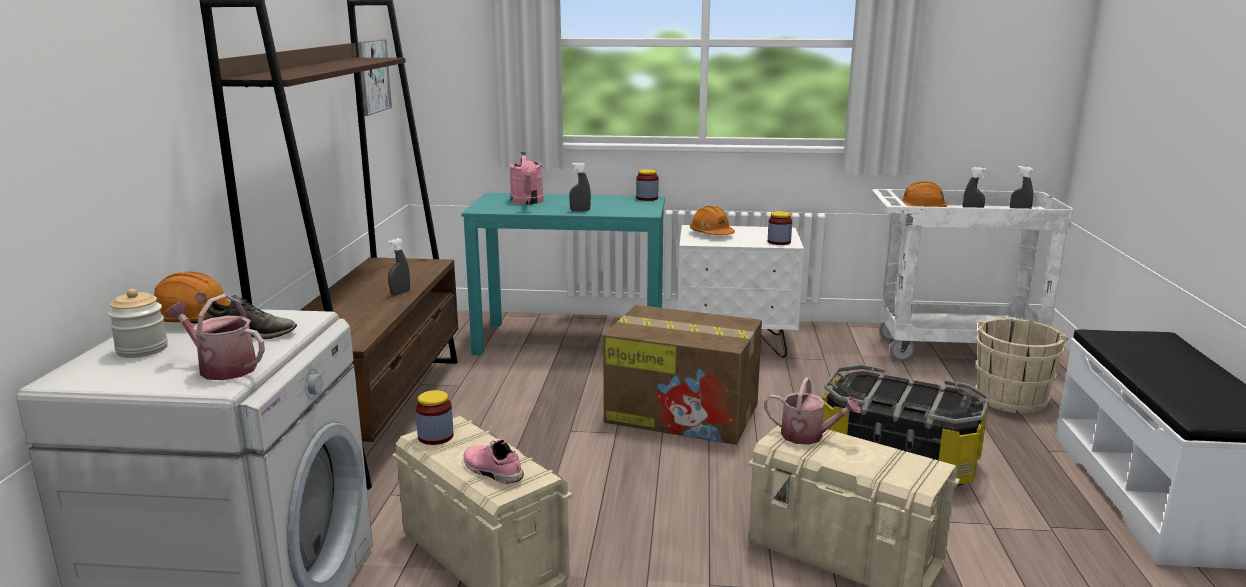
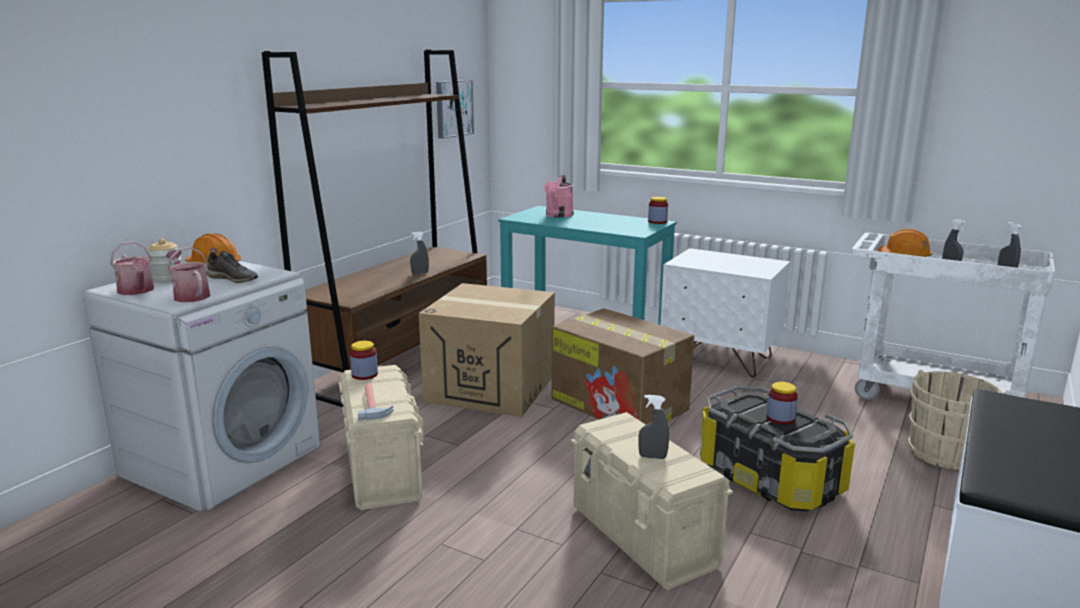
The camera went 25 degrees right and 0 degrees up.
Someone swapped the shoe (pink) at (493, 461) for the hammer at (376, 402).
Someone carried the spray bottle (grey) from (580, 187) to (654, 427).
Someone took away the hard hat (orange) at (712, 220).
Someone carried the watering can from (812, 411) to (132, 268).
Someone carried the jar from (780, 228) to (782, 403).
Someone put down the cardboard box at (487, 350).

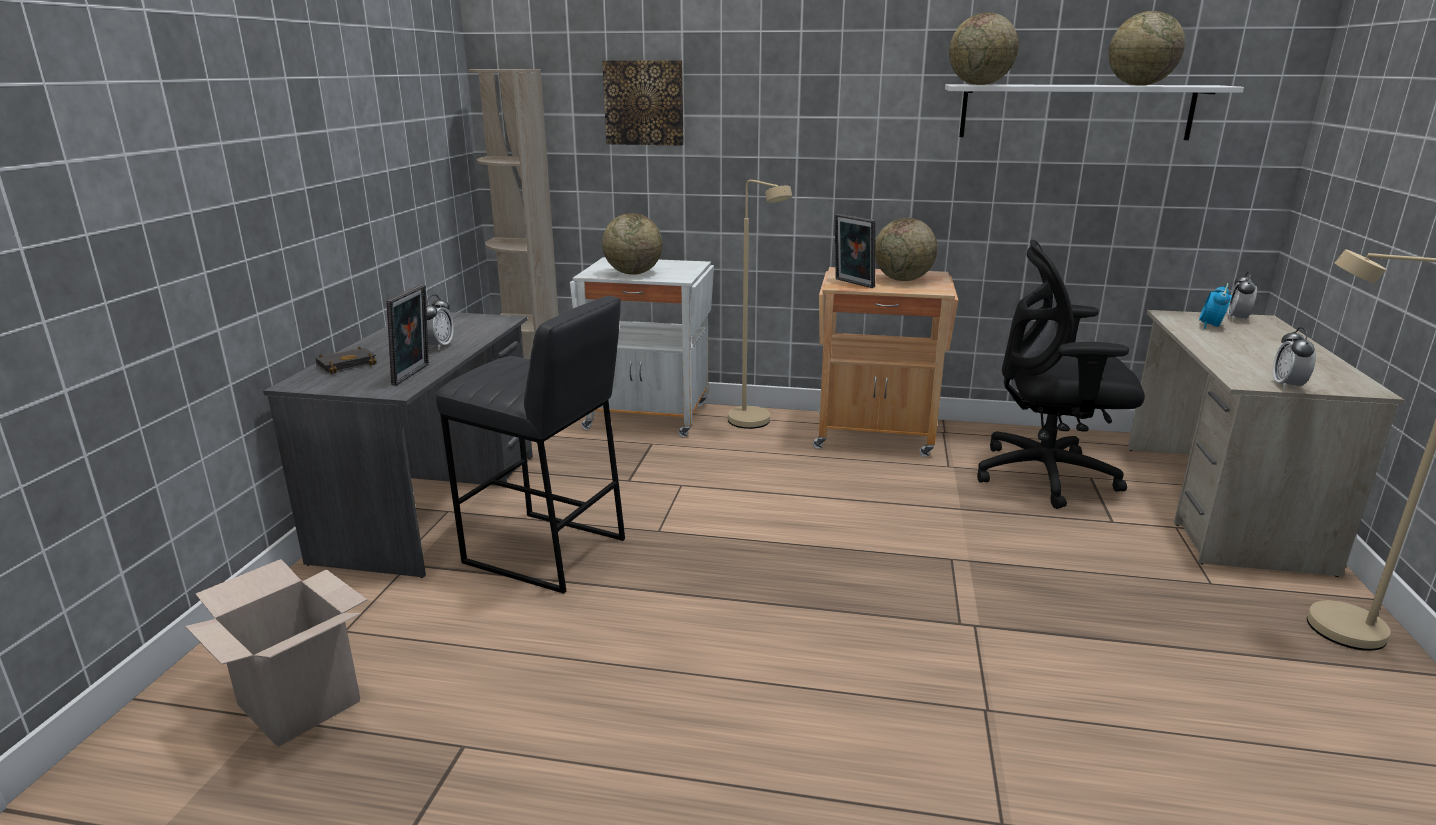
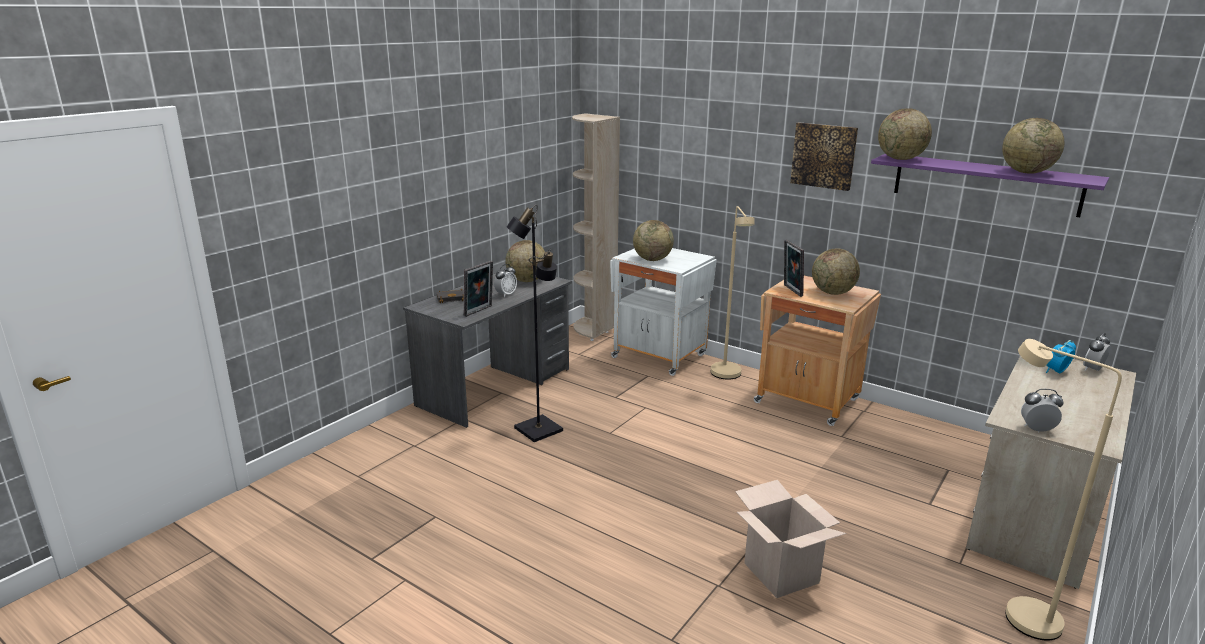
The camera went 25 degrees right and 0 degrees up.
Someone carried the cardboard box from (276, 653) to (790, 539).
Someone swapped the stool (grey) at (530, 445) for the floor lamp (black) at (535, 323).
Someone carried the picture from (642, 103) to (824, 156).
Someone repainted the shelf (white) at (1094, 112), which became the shelf (purple) at (990, 185).
Someone took away the office chair (black) at (1061, 374).
Someone rotated the alarm clock at (1294, 358) by 60 degrees clockwise.
Someone put down the globe at (525, 261).

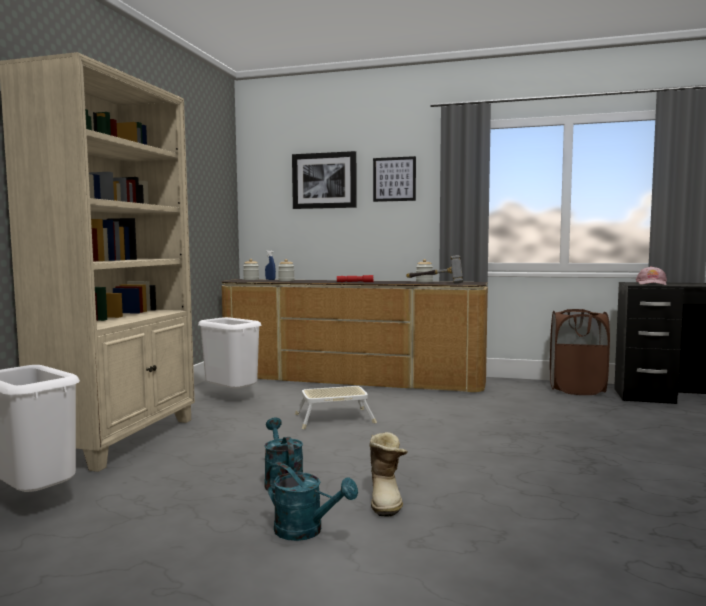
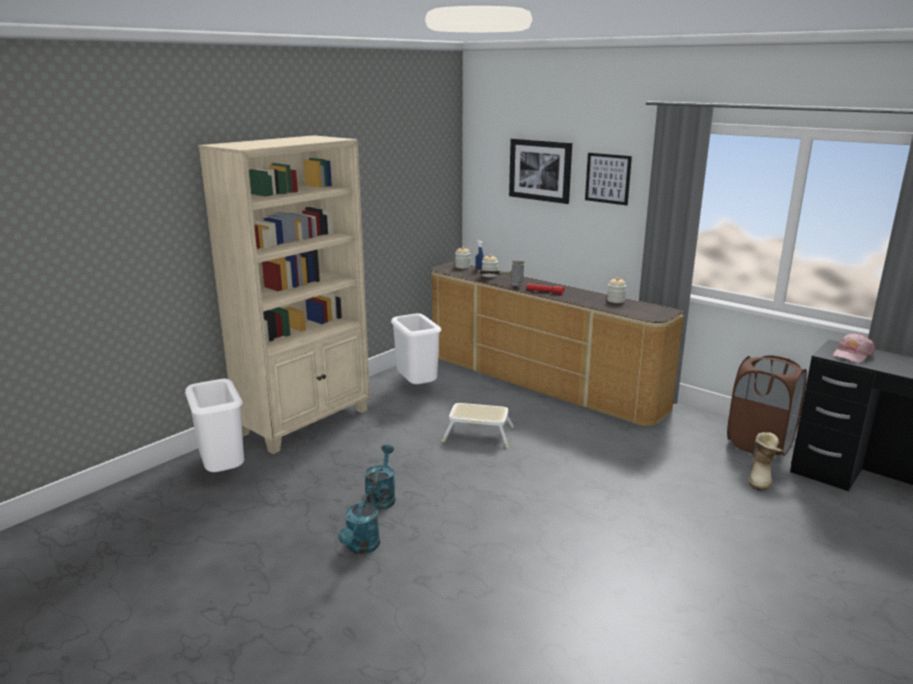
The camera went 25 degrees right and 15 degrees up.
Someone rotated the watering can (turquoise) at (312, 502) by 45 degrees clockwise.
Someone carried the boot from (389, 474) to (766, 461).
Someone carried the hammer from (434, 269) to (501, 273).

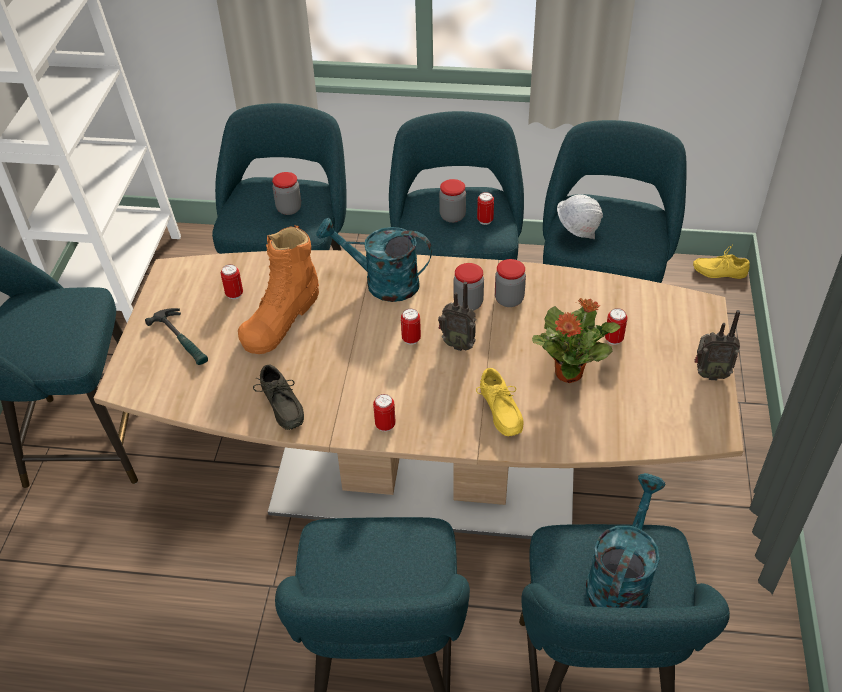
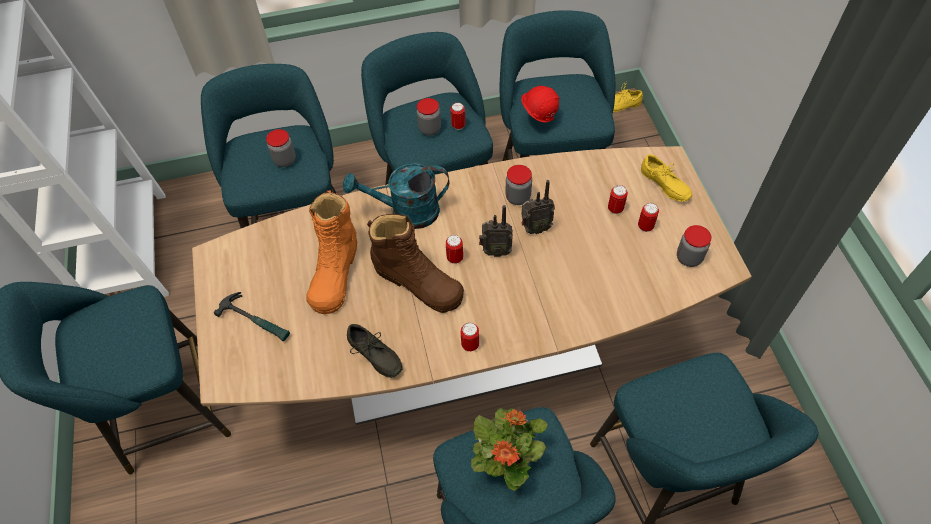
The camera went 20 degrees left and 10 degrees up.
Someone carried the can from (232, 281) to (648, 217).
Someone carried the jar from (469, 287) to (694, 246).
Someone carried the shoe (yellow) from (500, 402) to (666, 178).
Someone carried the potted plant from (576, 340) to (509, 449).
Someone repainted the hard hat (white) at (580, 216), which became the hard hat (red) at (540, 104).
Someone took away the watering can (turquoise) at (626, 540).
Someone carried the radio from (717, 345) to (538, 207).
Someone put down the boot (brown) at (415, 263).

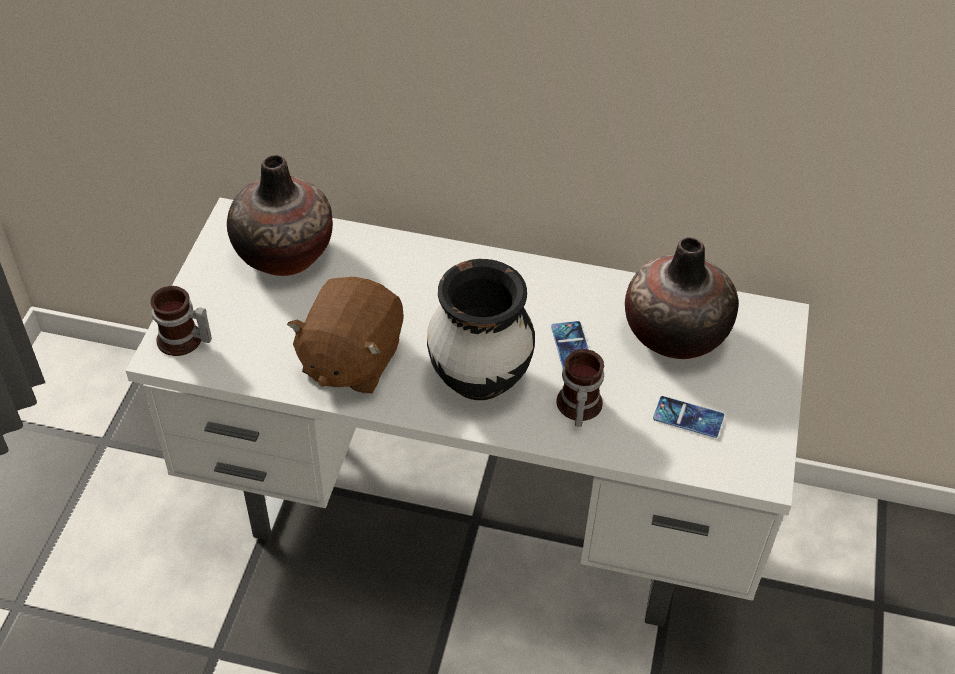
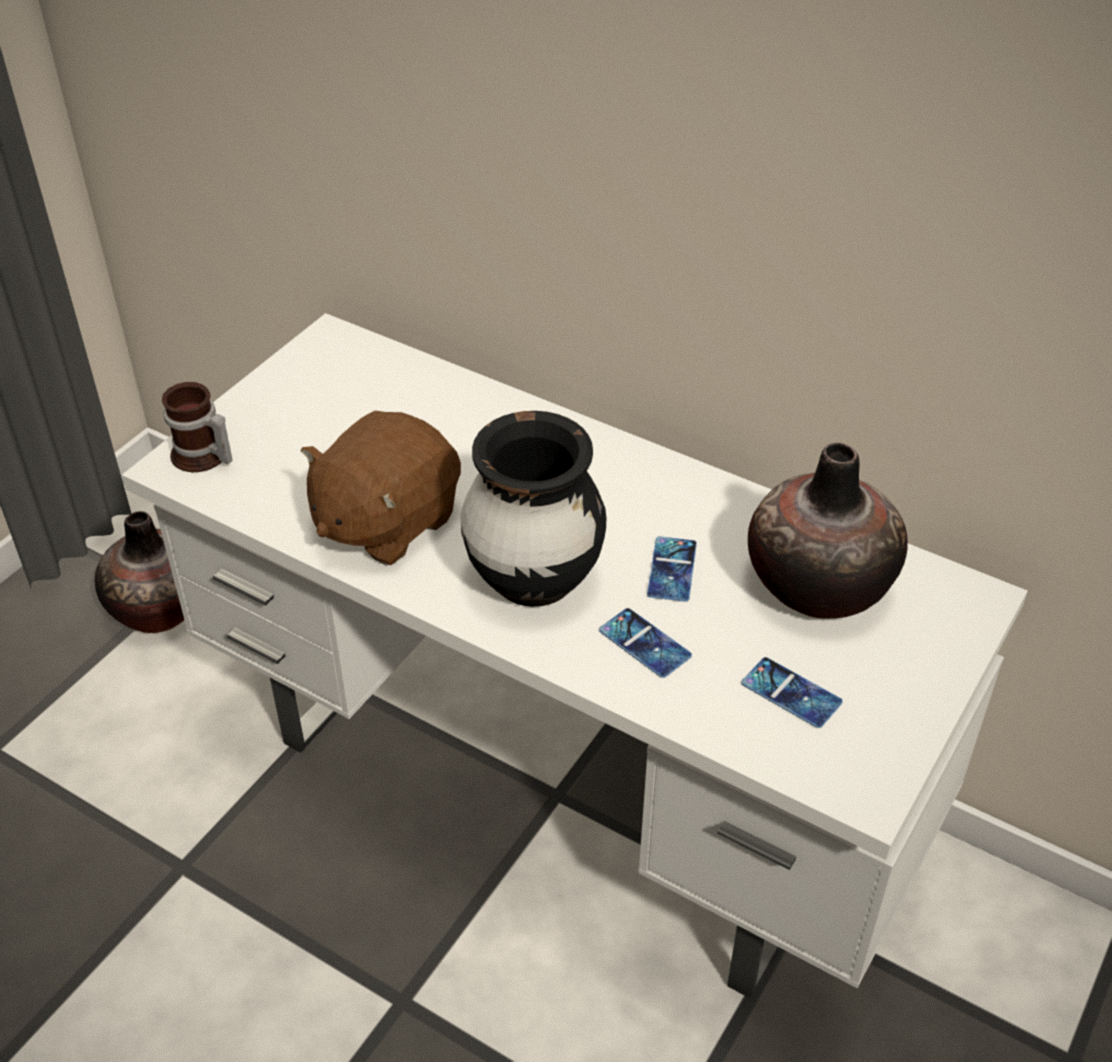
The camera went 20 degrees right and 5 degrees down.
Someone carried the vase from (280, 215) to (139, 572).
Someone swapped the mug at (580, 388) for the phone at (645, 643).

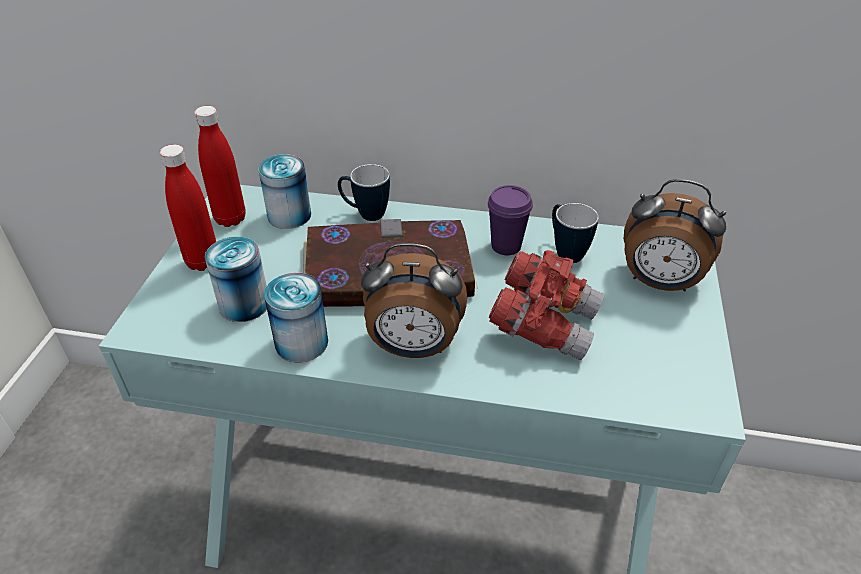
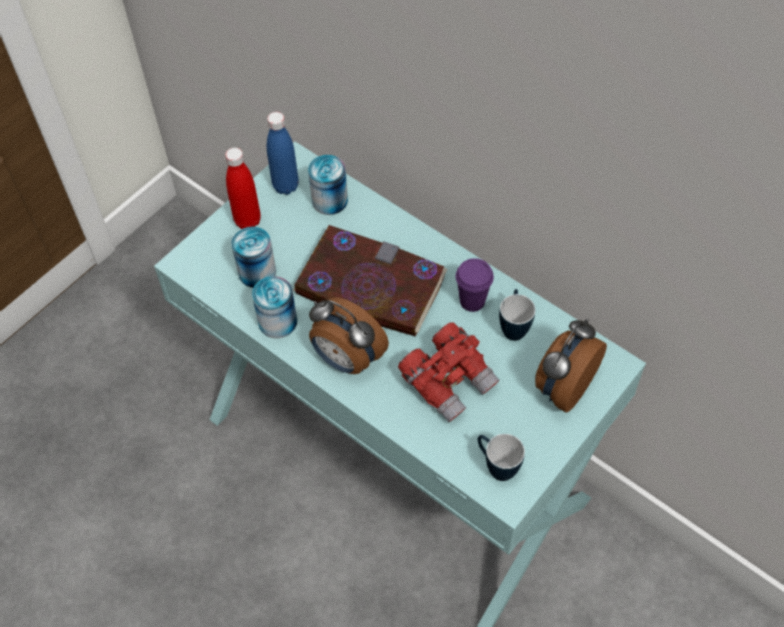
The camera went 30 degrees right and 15 degrees up.
Someone repainted the bottle (red) at (220, 166), which became the bottle (blue) at (283, 153).
Someone carried the mug from (364, 192) to (501, 457).
Someone rotated the alarm clock at (675, 235) by 75 degrees clockwise.

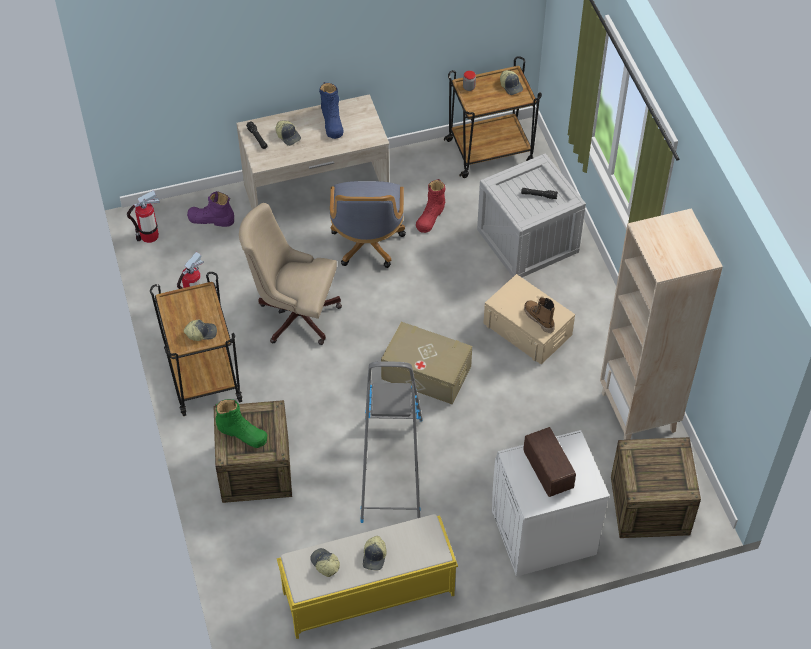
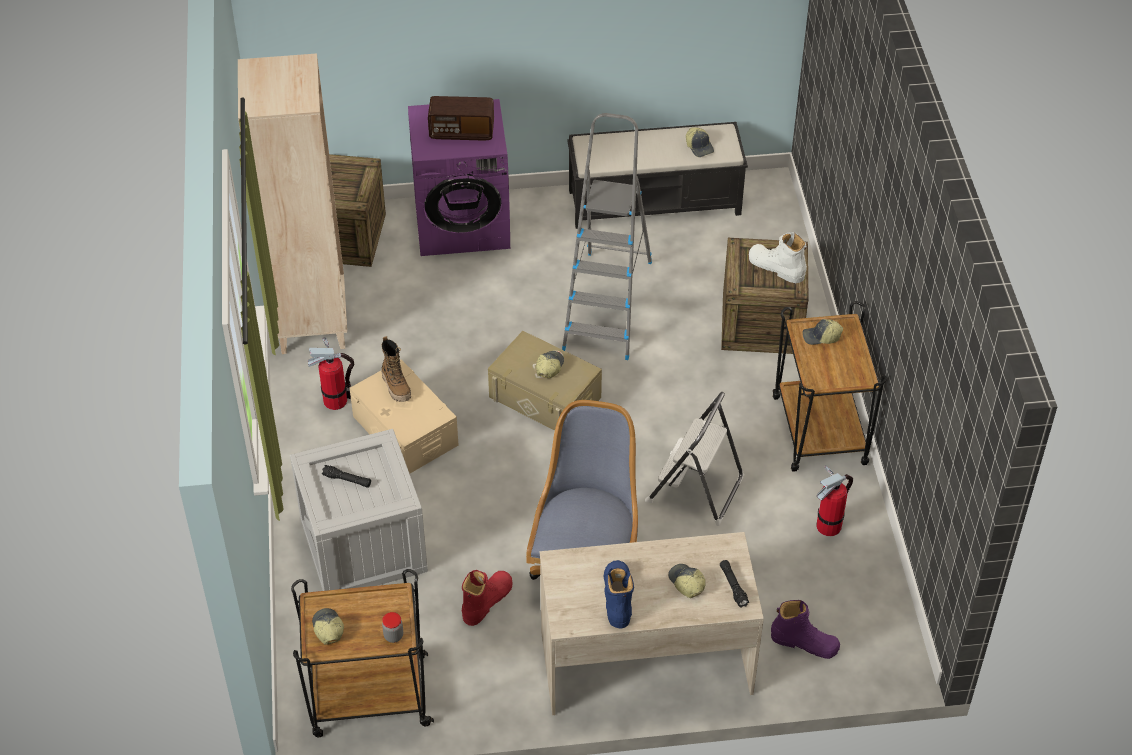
The camera went 170 degrees left and 5 degrees down.
Someone carried the fire extinguisher from (143, 216) to (331, 373).
Someone repainted the boot (green) at (241, 423), which became the boot (white) at (778, 257).
Someone swapped the office chair (beige) at (290, 274) for the step ladder (white) at (694, 459).
Someone repainted the bench (yellow) at (367, 576), which became the bench (black) at (657, 175).
Someone carried the cap from (375, 553) to (550, 364).
Someone repainted the washing machine (white) at (551, 503), which became the washing machine (purple) at (459, 177).
Someone rotated the radio at (549, 462) by 75 degrees counterclockwise.

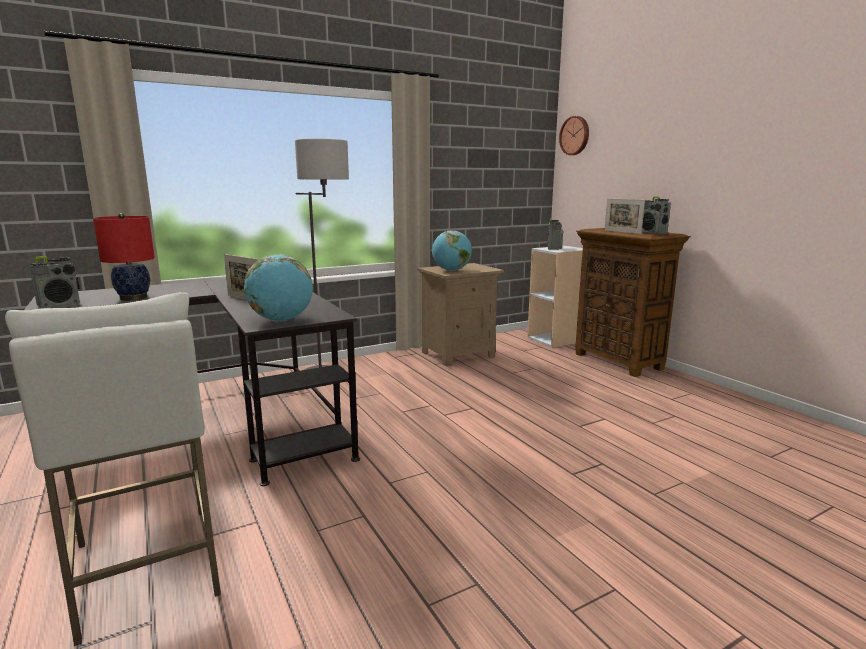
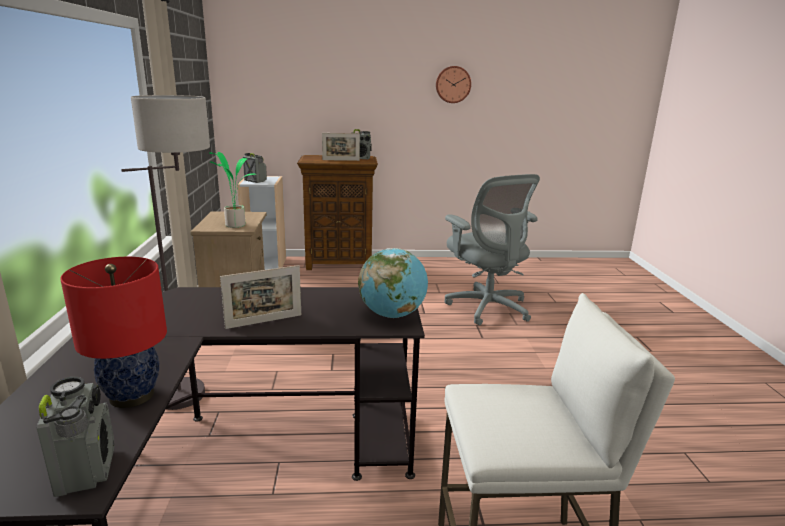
The camera went 65 degrees left and 5 degrees up.
Someone swapped the globe at (452, 251) for the potted plant at (233, 190).
Someone carried the wall clock from (574, 135) to (453, 84).
Someone put down the office chair (grey) at (492, 249).

